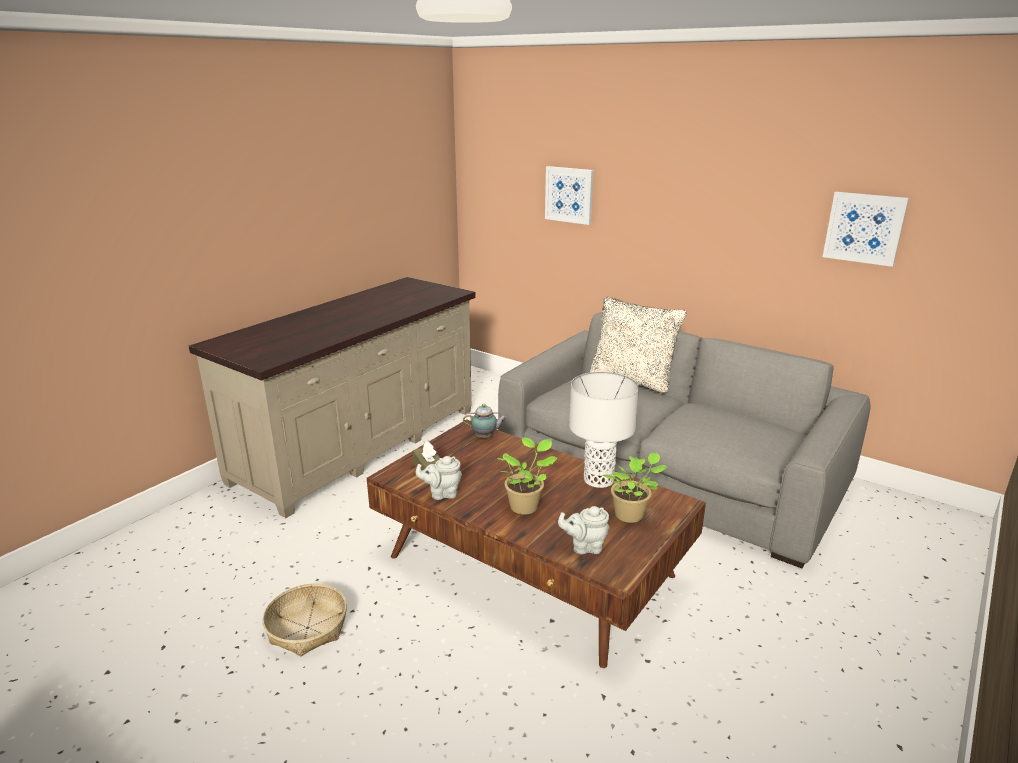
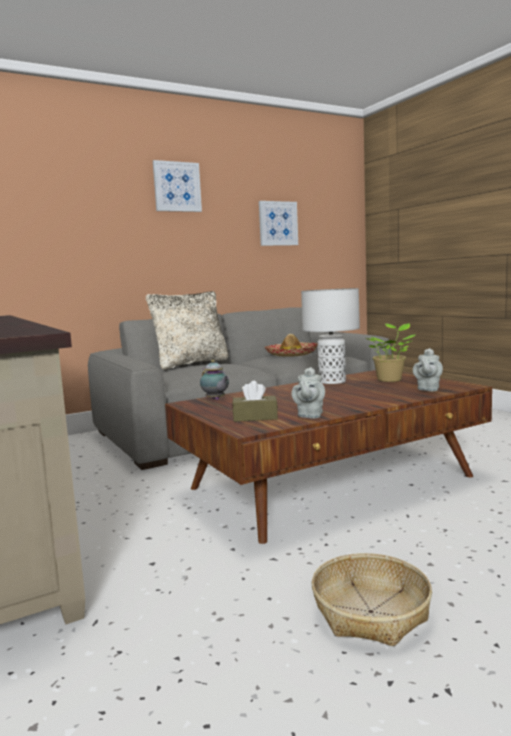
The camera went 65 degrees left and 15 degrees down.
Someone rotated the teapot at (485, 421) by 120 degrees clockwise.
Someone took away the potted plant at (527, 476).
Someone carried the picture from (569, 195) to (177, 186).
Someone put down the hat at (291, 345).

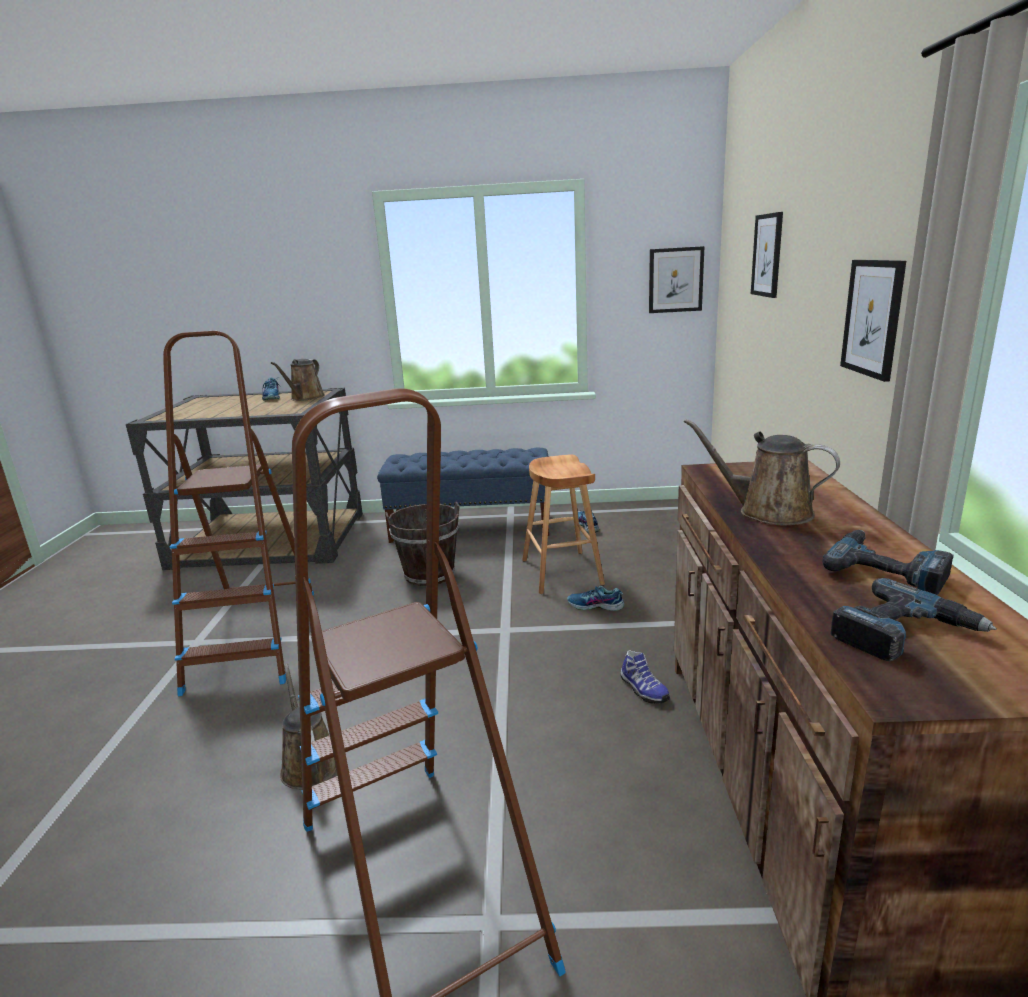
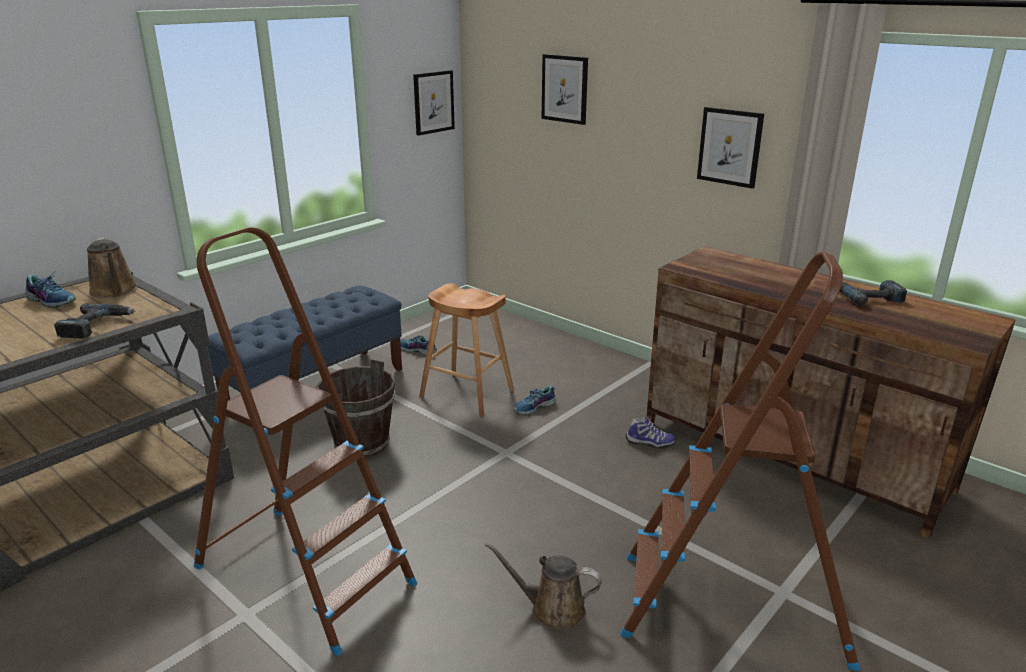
The camera went 50 degrees left and 5 degrees up.
Someone took away the watering can (brown) at (762, 472).
Someone carried the power drill from (914, 619) to (95, 321).

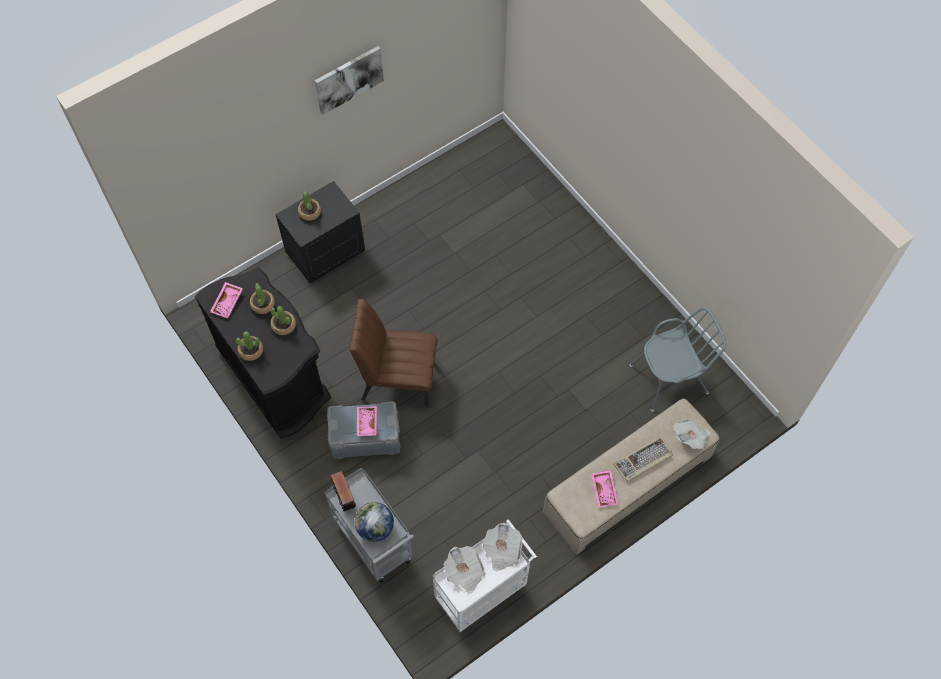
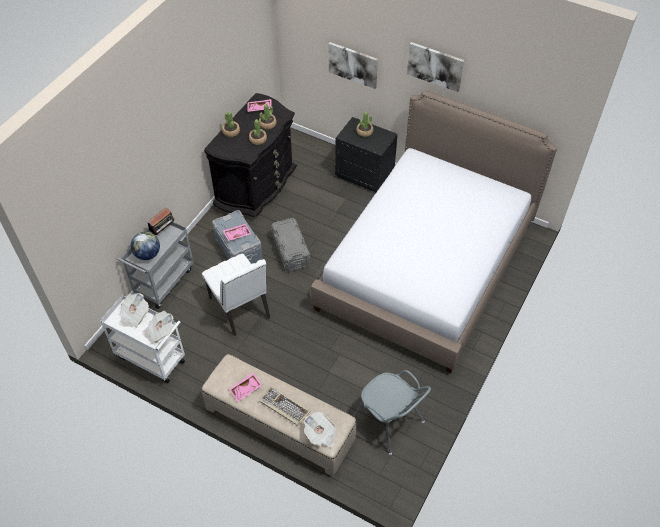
The camera went 65 degrees right and 10 degrees down.
Someone swapped the chair (brown) at (393, 353) for the storage box (grey) at (290, 245).
Someone put down the chair (white) at (236, 295).
Someone put down the bed at (434, 232).
Someone put up the picture at (353, 65).

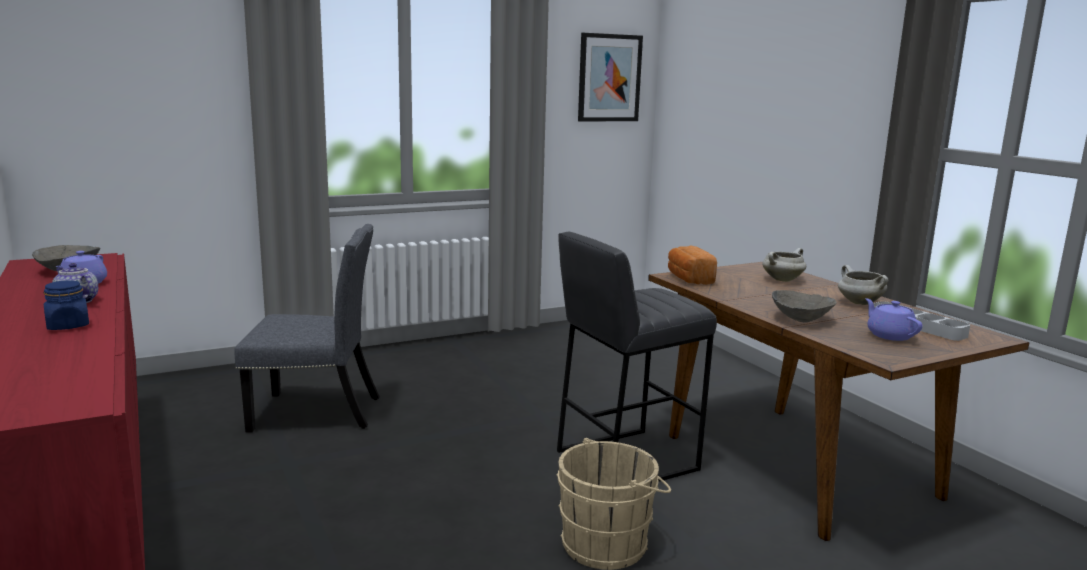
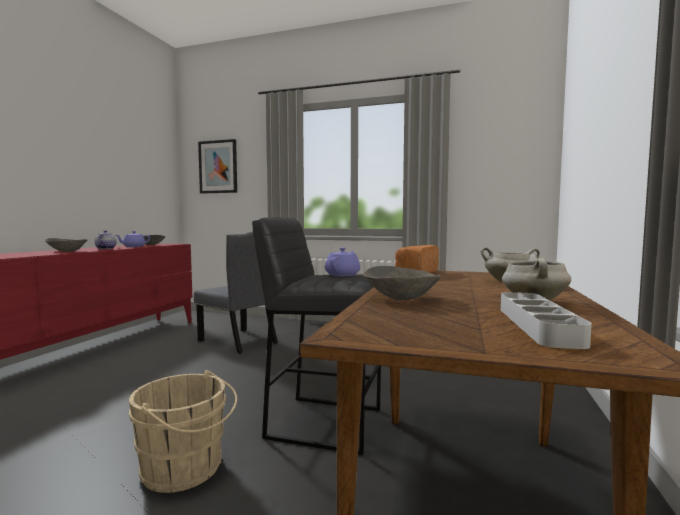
The camera went 45 degrees right and 10 degrees down.
Someone swapped the jar (blue) at (66, 305) for the bowl (grey) at (66, 245).
Someone carried the picture from (610, 77) to (217, 166).
Someone carried the teapot (purple) from (893, 319) to (342, 261).

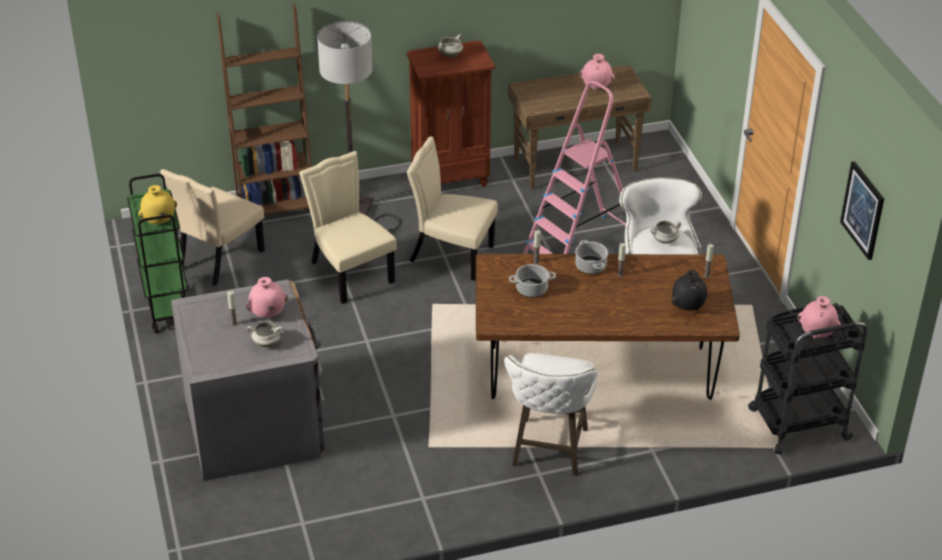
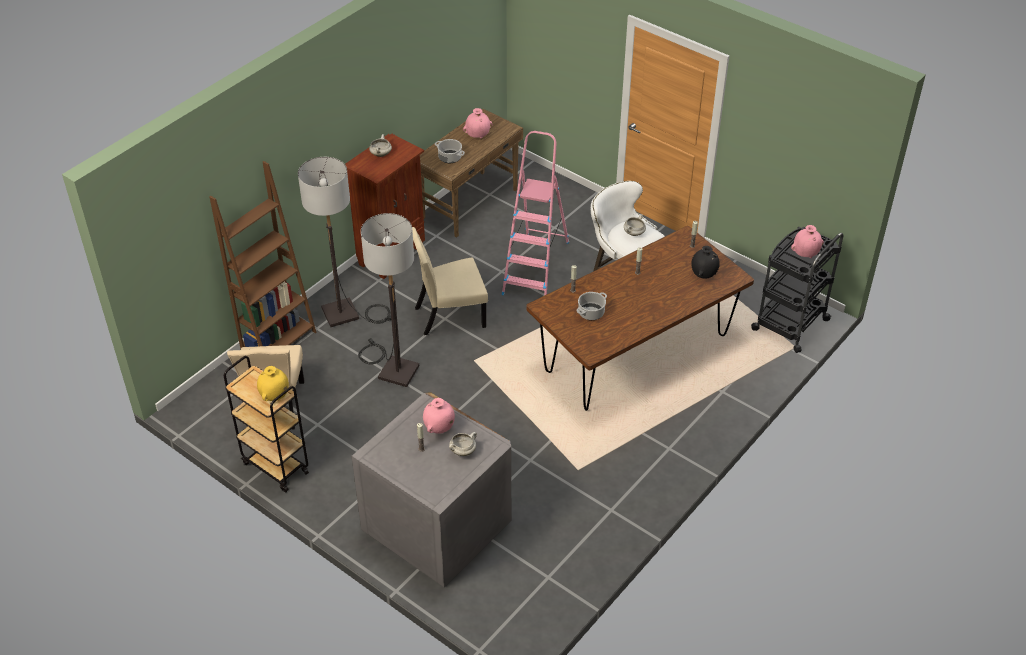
The camera went 35 degrees left and 5 degrees up.
Someone repainted the cart (green) at (157, 253), which became the cart (brown) at (266, 424).
Someone swapped the chair (beige) at (348, 227) for the floor lamp at (388, 300).
Someone took away the stool (white) at (551, 414).
Someone carried the cooking pot from (591, 257) to (450, 151).
Someone took away the picture at (862, 210).

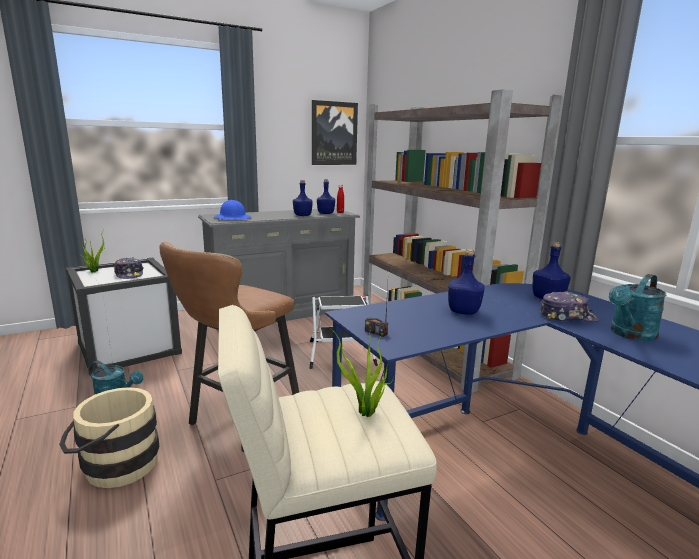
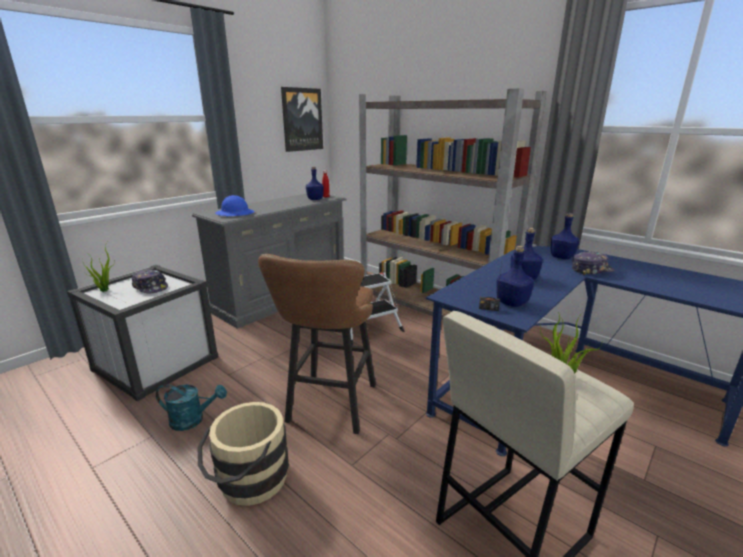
The camera went 20 degrees left and 5 degrees up.
Someone carried the bottle (blue) from (303, 198) to (515, 276).
Someone took away the watering can (turquoise) at (638, 307).

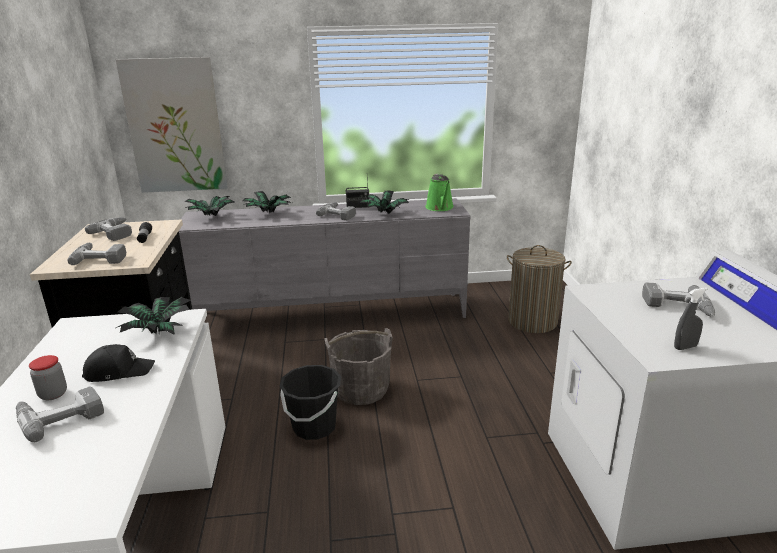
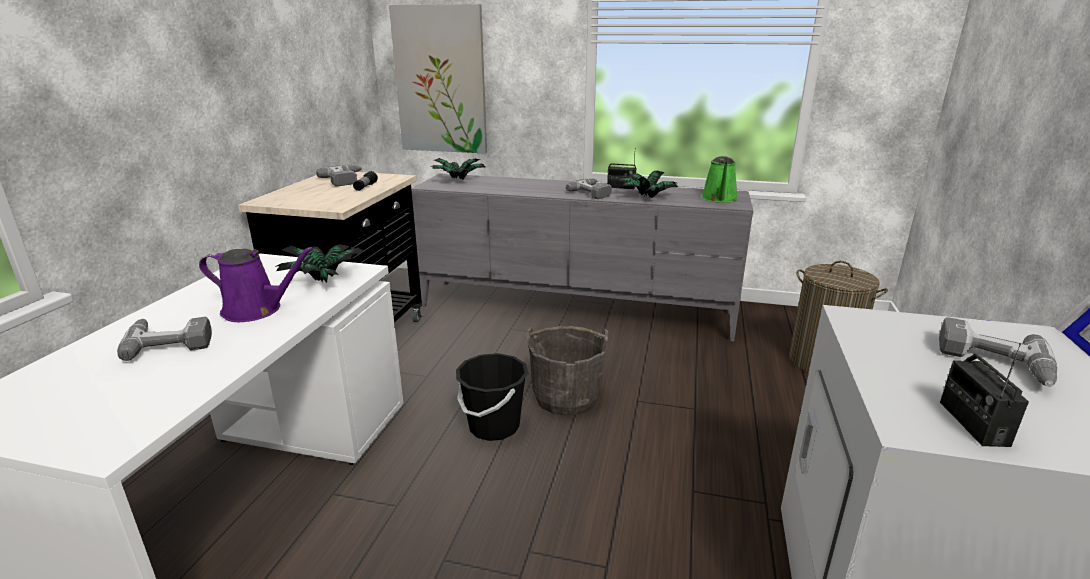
The camera went 20 degrees right and 0 degrees up.
Someone took away the jar at (48, 377).
Someone took away the power drill at (96, 254).
Someone swapped the cap (black) at (118, 363) for the watering can (purple) at (256, 284).
Someone took away the potted plant at (267, 202).
Someone swapped the spray bottle (grey) at (691, 319) for the radio at (984, 395).

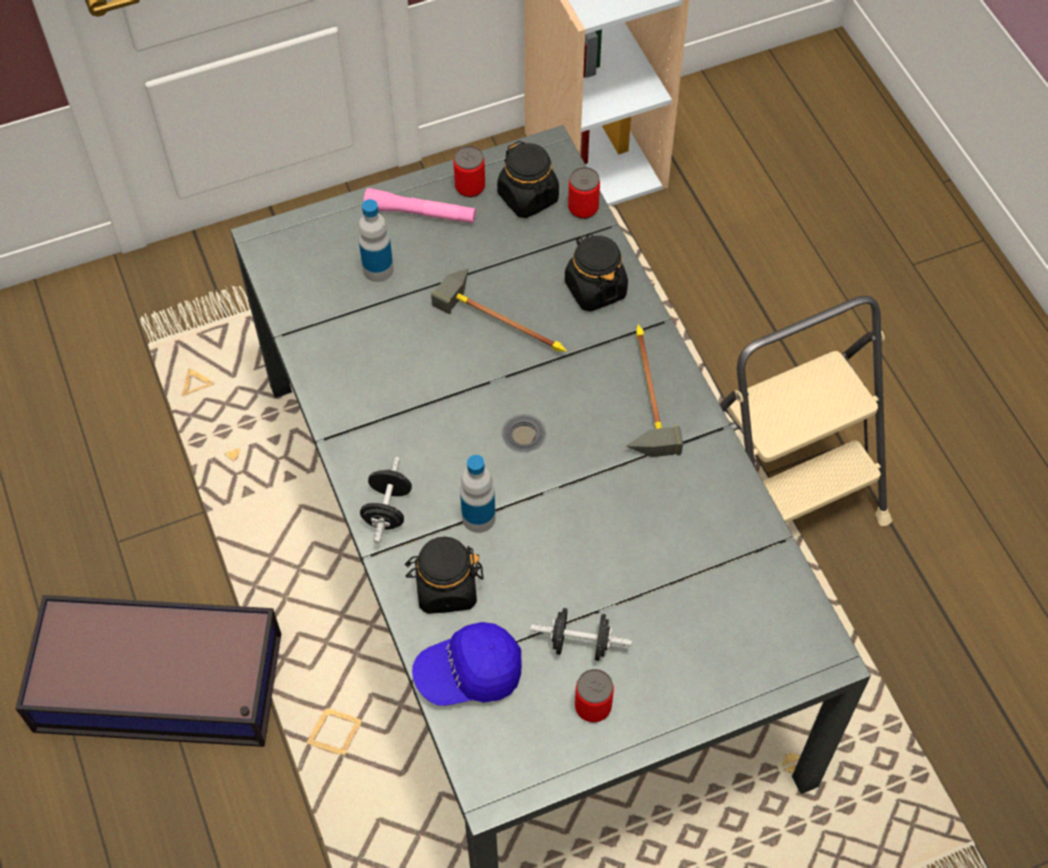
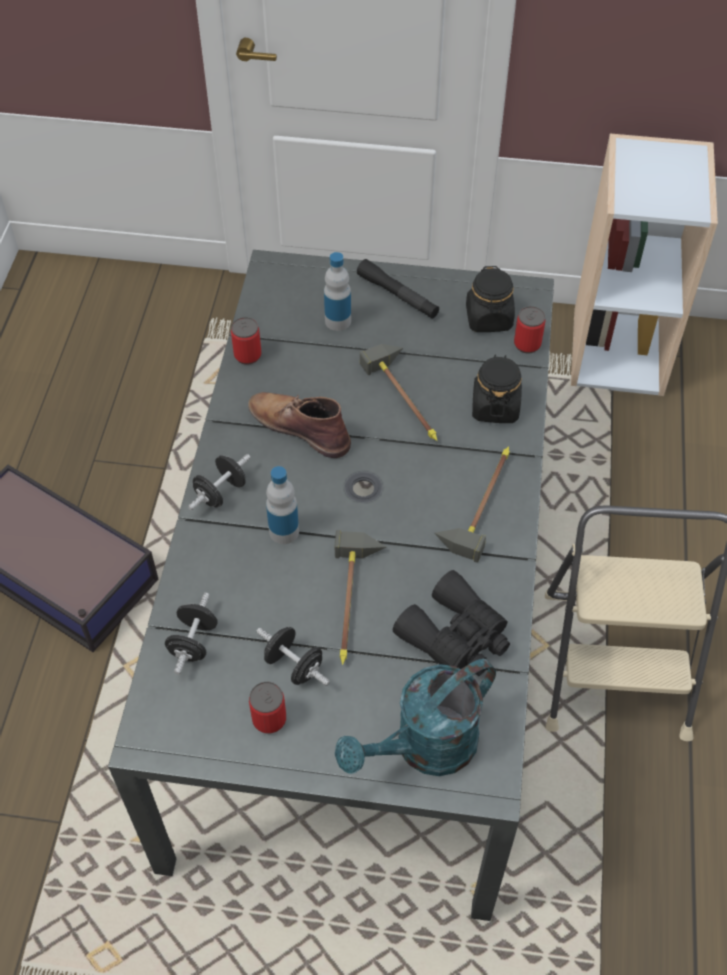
The camera went 30 degrees right and 5 degrees down.
Someone repainted the flashlight (pink) at (420, 205), which became the flashlight (black) at (398, 289).
Someone took away the jar (black) at (444, 575).
Someone swapped the cap (blue) at (467, 664) for the dumbbell (black) at (191, 634).
Someone carried the can from (469, 171) to (246, 341).
Someone put down the boot (brown) at (299, 425).
Someone put down the hammer at (360, 598).
Someone put down the watering can (turquoise) at (415, 717).
Someone put down the binoculars (black) at (451, 623).

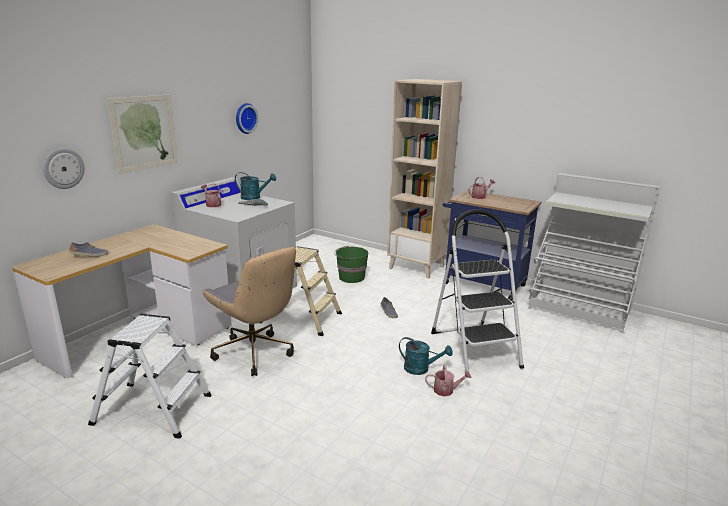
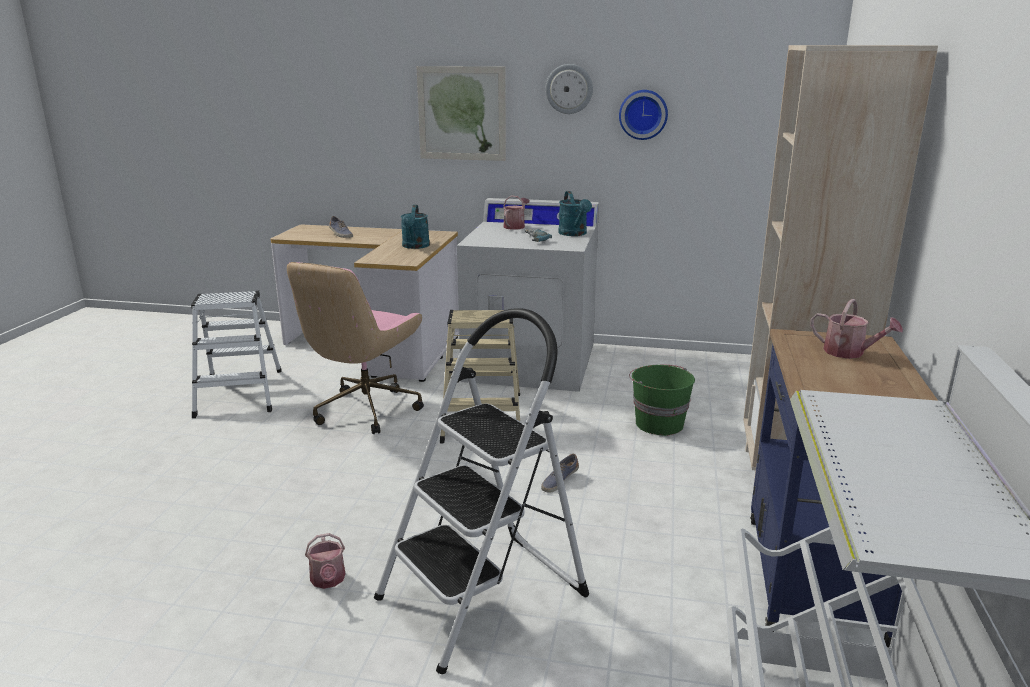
The camera went 70 degrees right and 0 degrees up.
Someone carried the wall clock from (64, 168) to (569, 89).
Someone repainted the office chair (grey) at (249, 311), which became the office chair (pink) at (355, 348).
Someone carried the watering can (turquoise) from (426, 356) to (415, 227).

